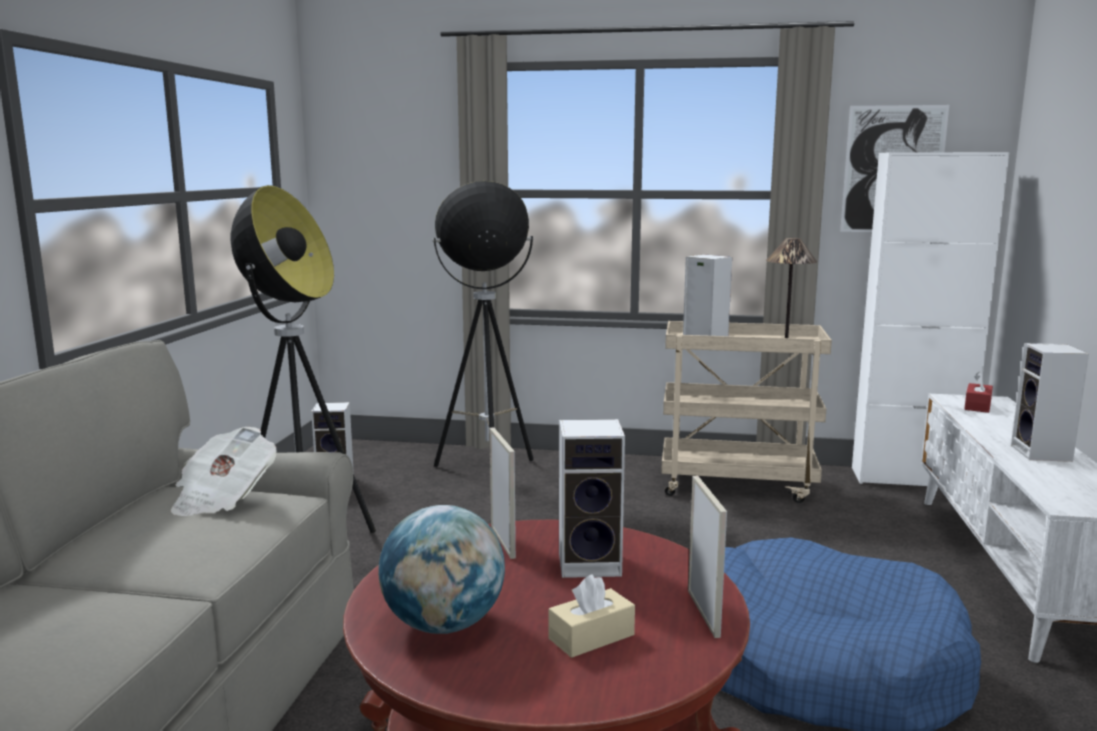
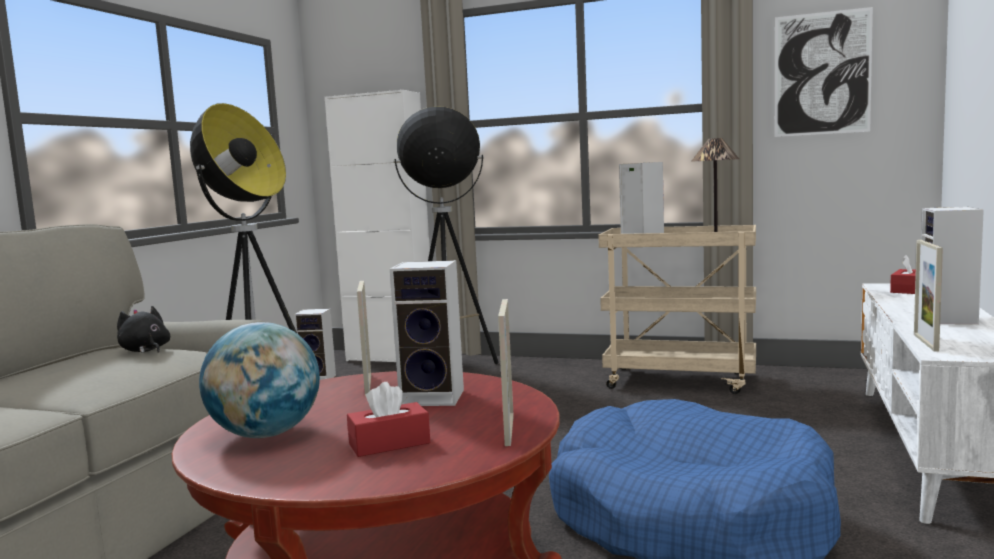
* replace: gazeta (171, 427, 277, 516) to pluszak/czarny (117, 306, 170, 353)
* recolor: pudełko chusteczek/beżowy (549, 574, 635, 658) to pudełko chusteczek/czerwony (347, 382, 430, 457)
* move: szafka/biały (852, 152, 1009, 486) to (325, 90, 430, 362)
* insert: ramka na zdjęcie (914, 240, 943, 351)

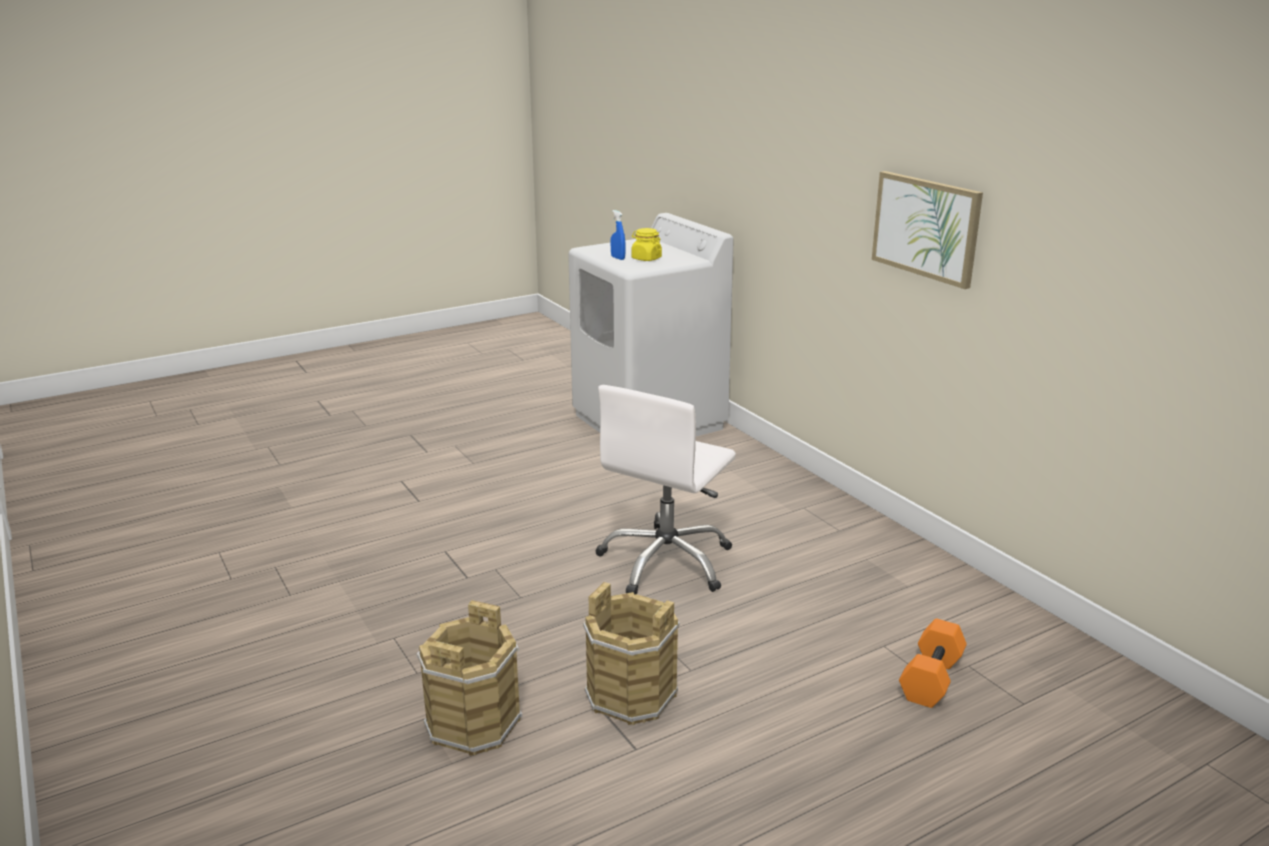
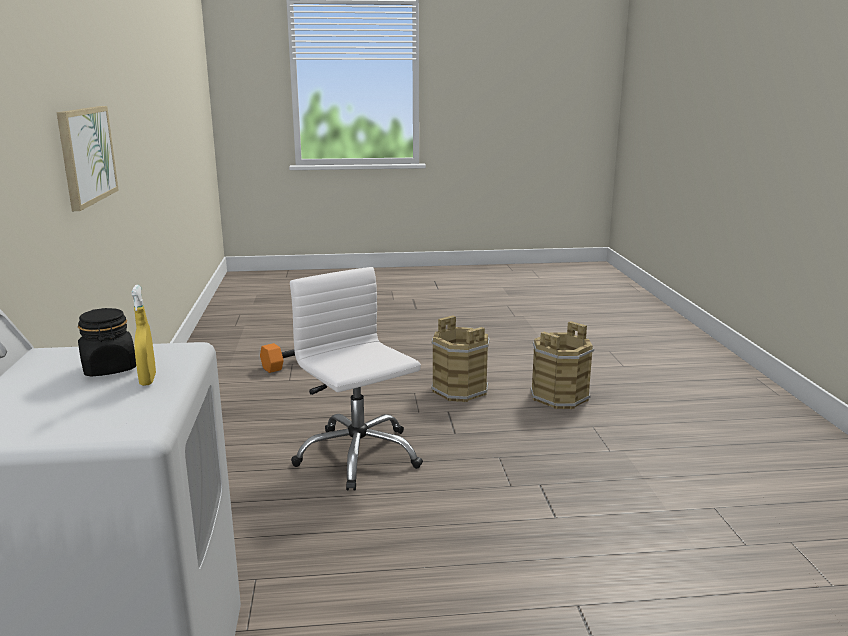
* rotate: krzesło biurowe/biały (595, 385, 736, 594) = (290, 267, 423, 491) 90 degrees counterclockwise
* recolor: spryskiwacz/niebieski (610, 210, 626, 260) to spryskiwacz/żółty (131, 285, 156, 386)
* recolor: słoik/żółty (631, 228, 662, 261) to słoik/czarny (78, 308, 136, 377)

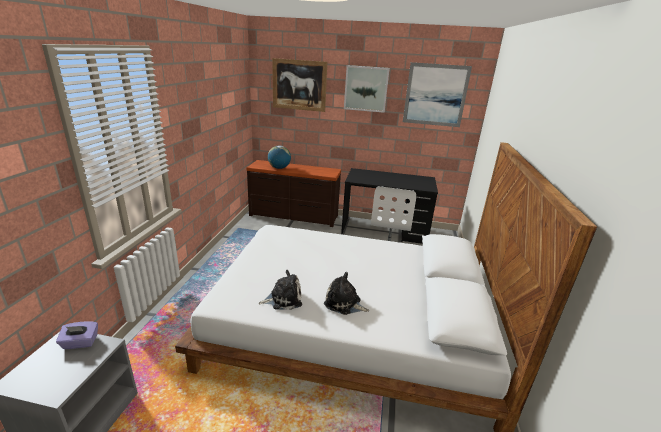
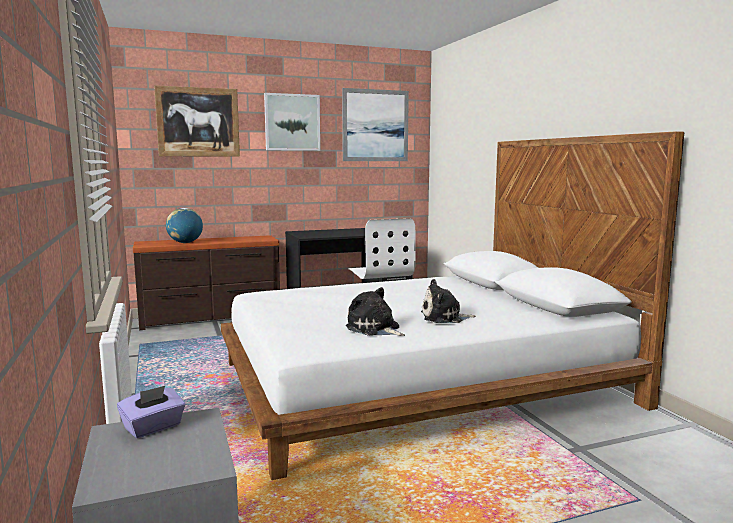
* rotate: pluszak (258, 270, 302, 310) = (346, 287, 405, 336) 90 degrees counterclockwise

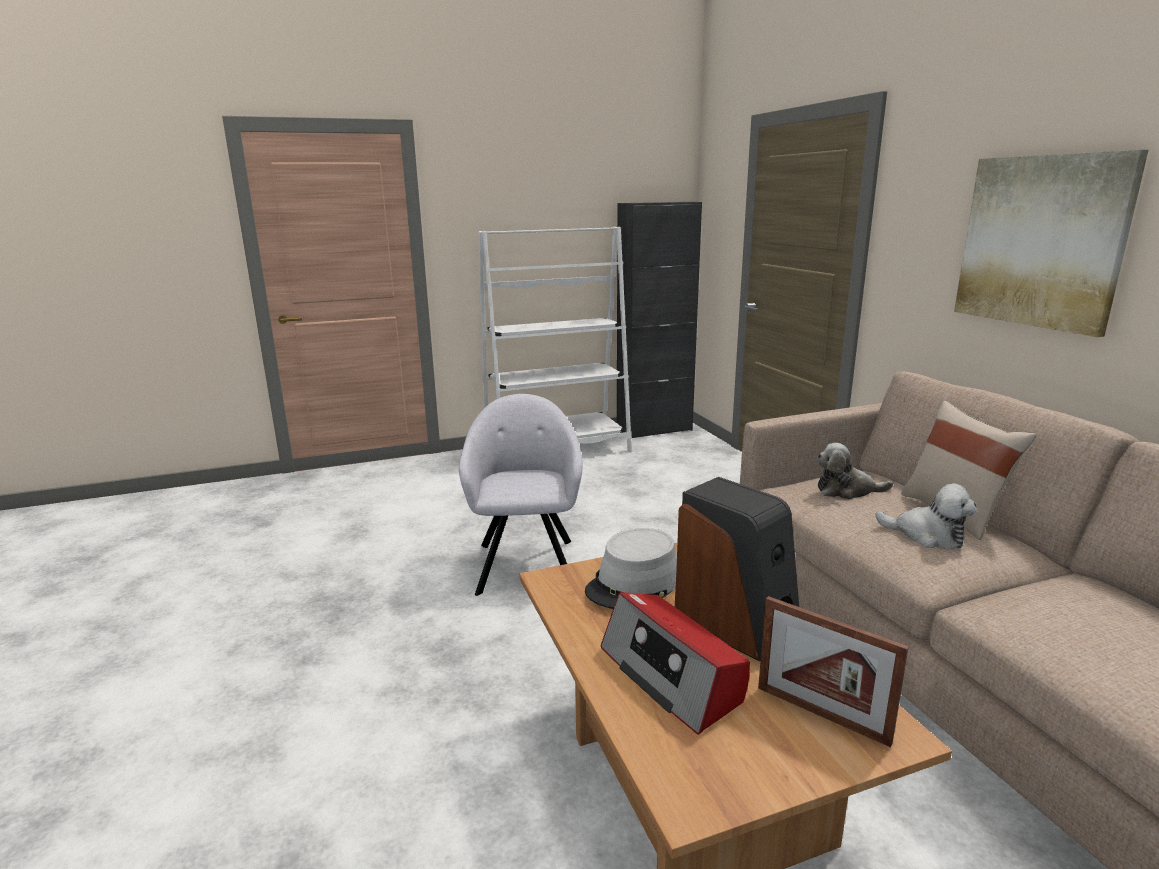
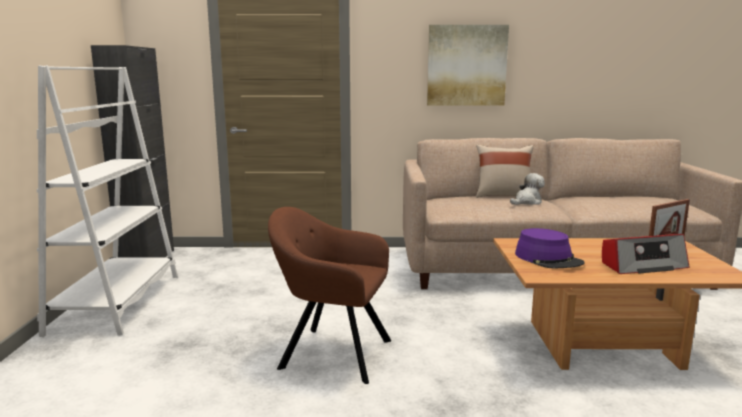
* recolor: fotel/szary (459, 394, 583, 596) to fotel/brązowy (268, 207, 391, 384)
* recolor: kapelusz/szary (585, 528, 677, 609) to kapelusz/fioletowy (515, 228, 585, 268)
* delete: głośnik (675, 477, 799, 661)
* delete: pluszak (816, 443, 893, 499)

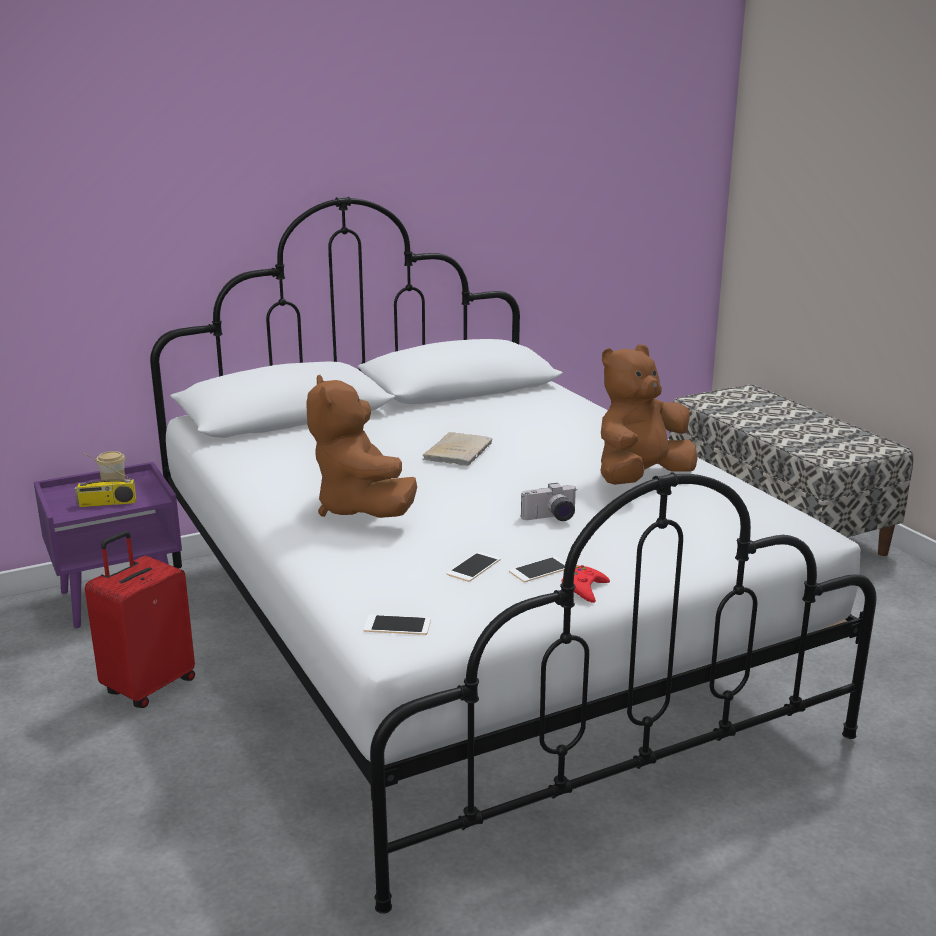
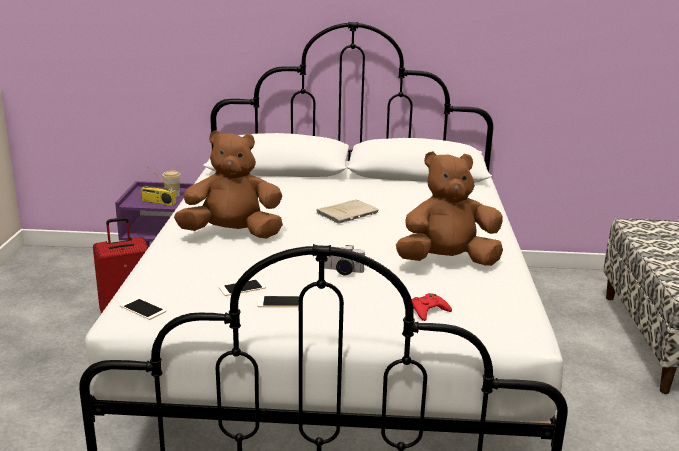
* rotate: pluszak/brązowy (307, 375, 417, 518) = (174, 130, 283, 238) 75 degrees clockwise
* move: pad do gier/czerwony (562, 565, 610, 603) to (412, 293, 452, 321)

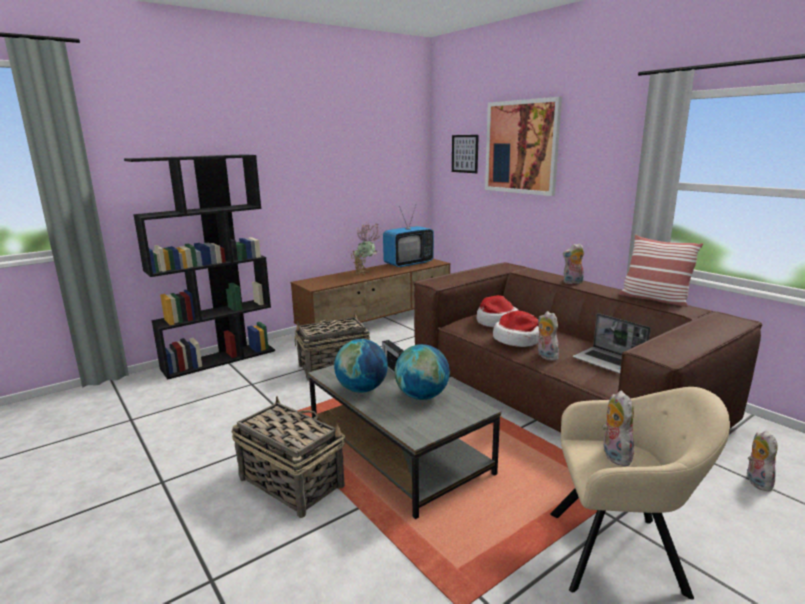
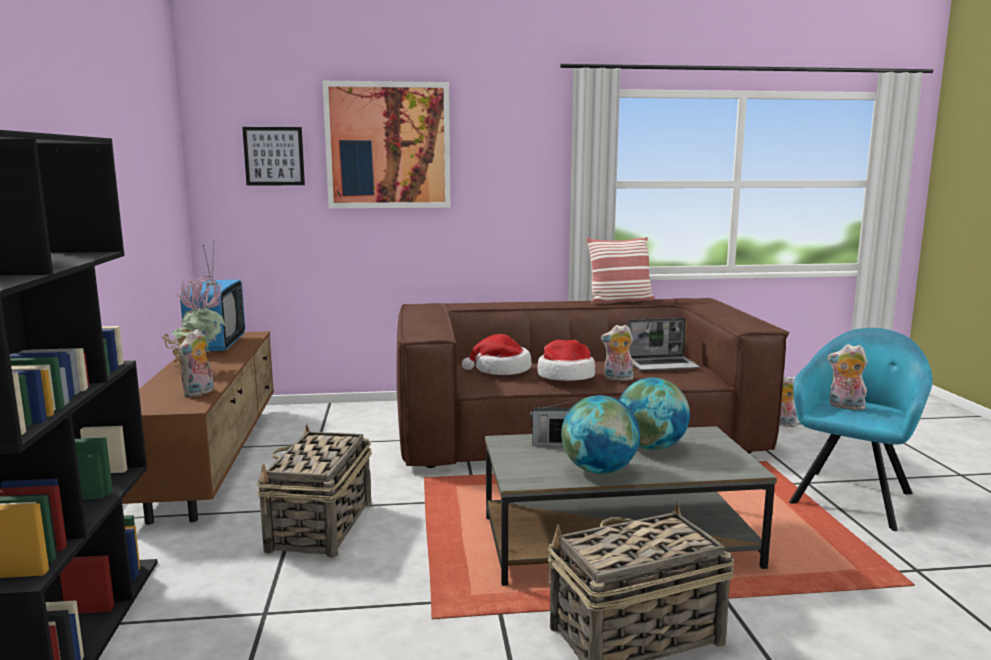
* recolor: fotel/beżowy (550, 387, 730, 600) to fotel/turkusowy (789, 328, 933, 531)
* move: pluszak (563, 243, 584, 284) to (178, 329, 214, 397)

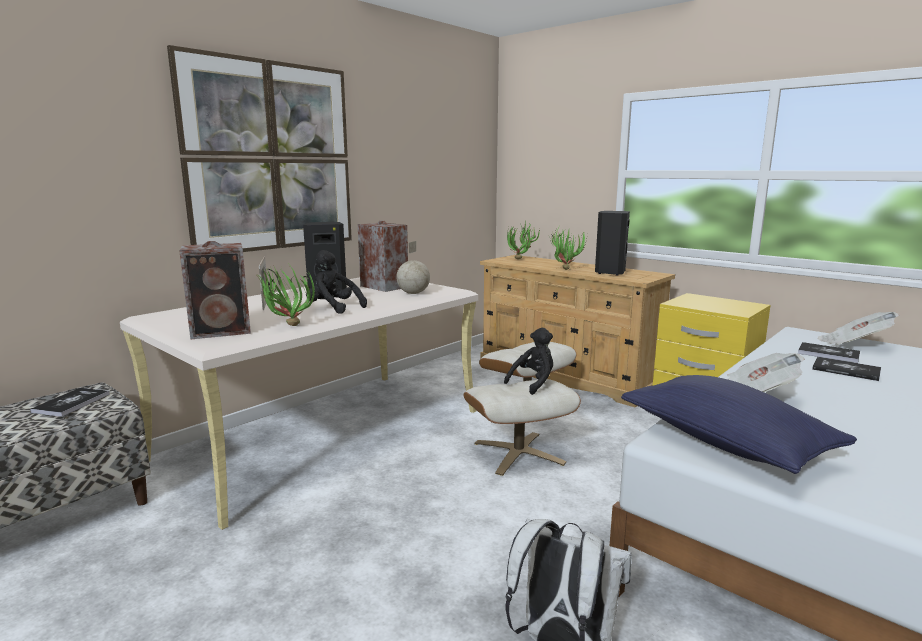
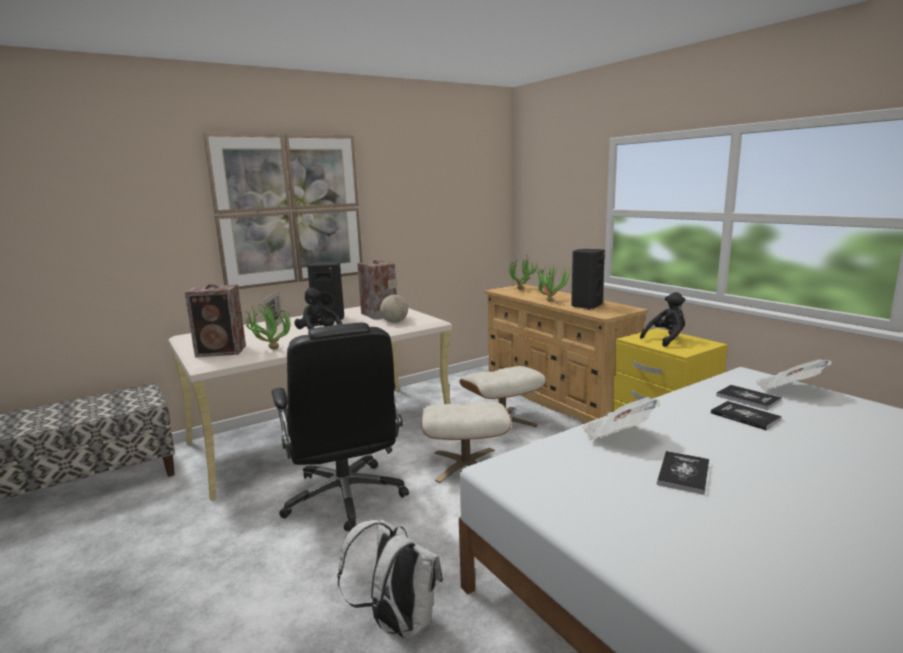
* move: książka (30, 388, 110, 417) to (657, 451, 709, 495)
* move: pluszak/czarny (504, 328, 553, 395) to (640, 292, 686, 347)
* delete: poduszka/niebieski (621, 375, 857, 474)
* insert: krzesło biurowe/czarny (271, 323, 409, 531)

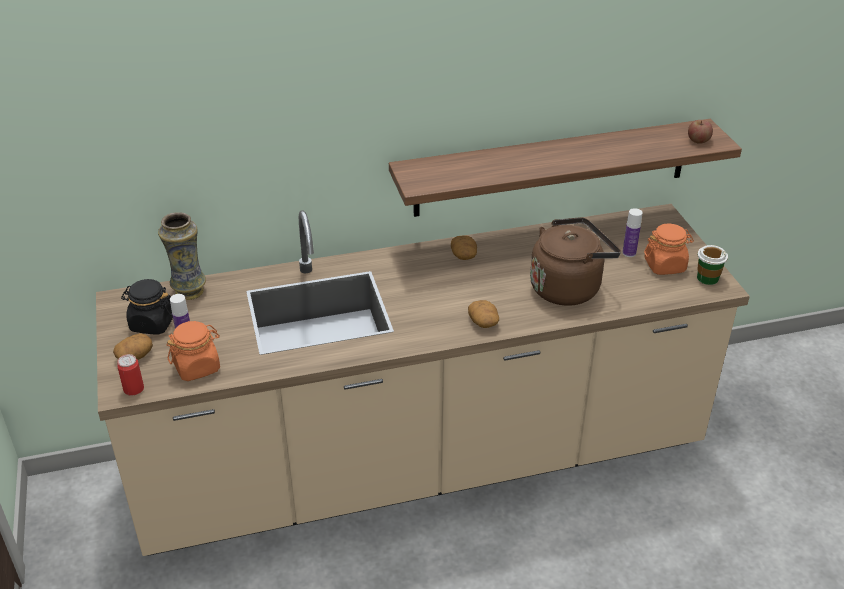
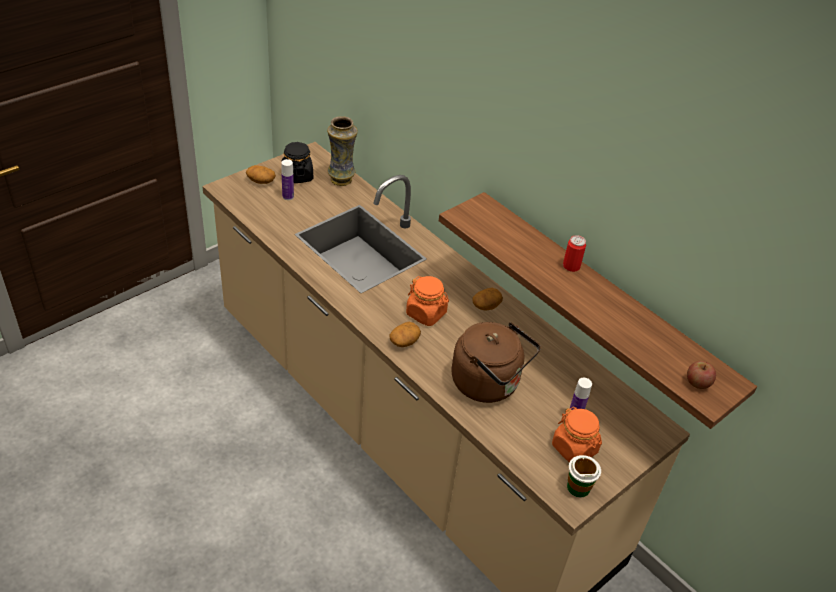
* move: puszka (117, 354, 144, 396) to (563, 235, 586, 272)
* move: słoik/pomarańczowy (167, 321, 220, 381) to (406, 276, 449, 326)

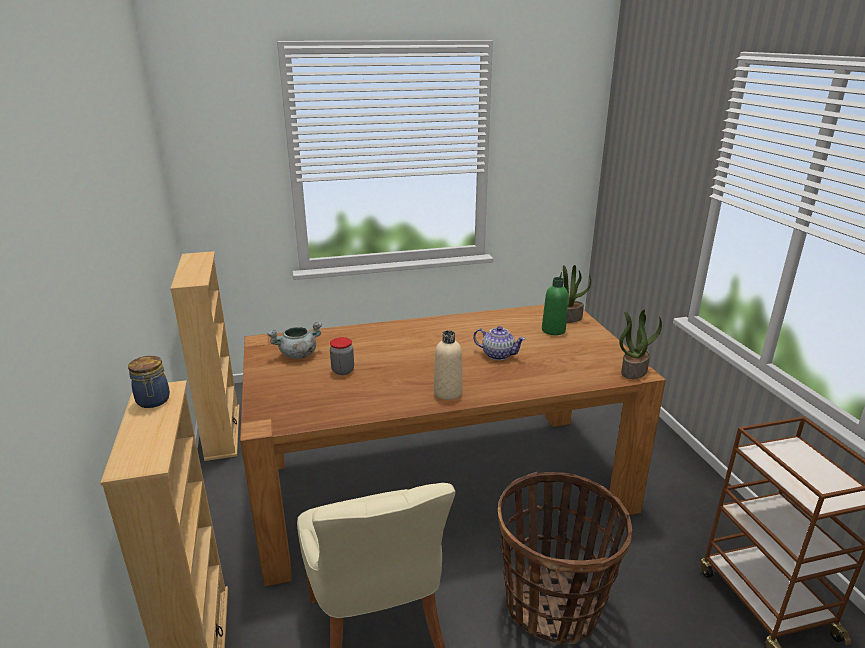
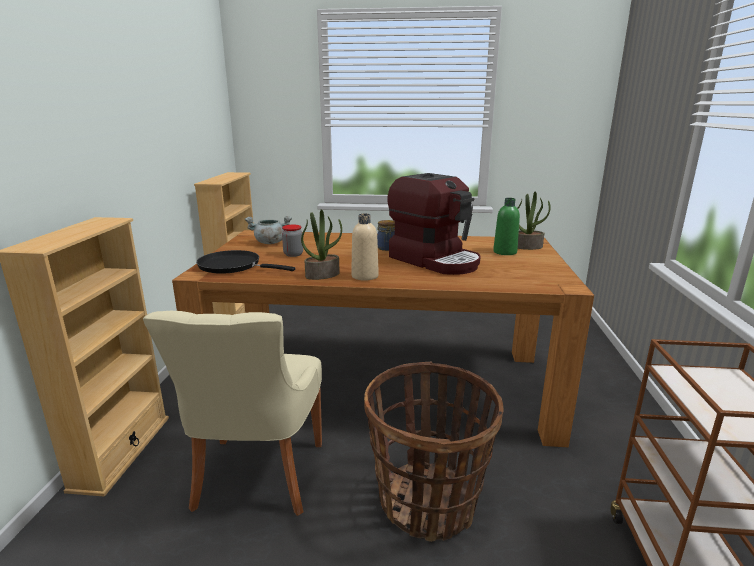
* move: słoik (128, 356, 170, 408) to (377, 220, 395, 251)
* replace: imbryk (473, 326, 526, 360) to ekspres do kawy (387, 173, 481, 275)
* move: roślina doniczkowa (619, 310, 662, 379) to (301, 210, 342, 280)
* insert: patelnia/czarny (196, 250, 295, 274)

